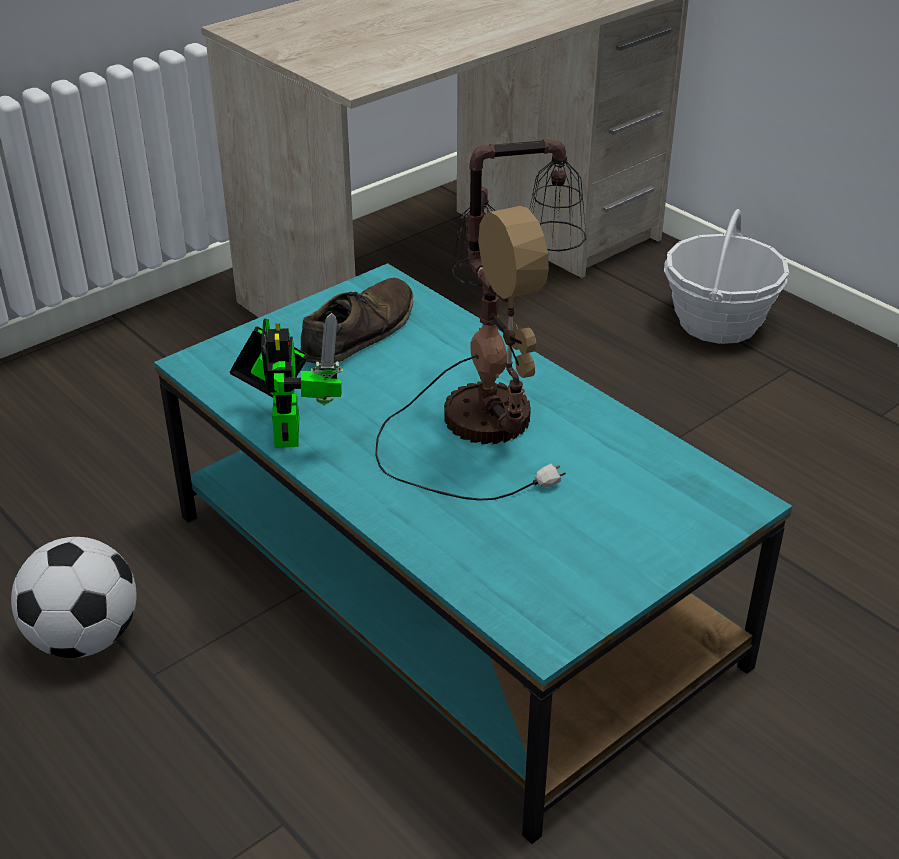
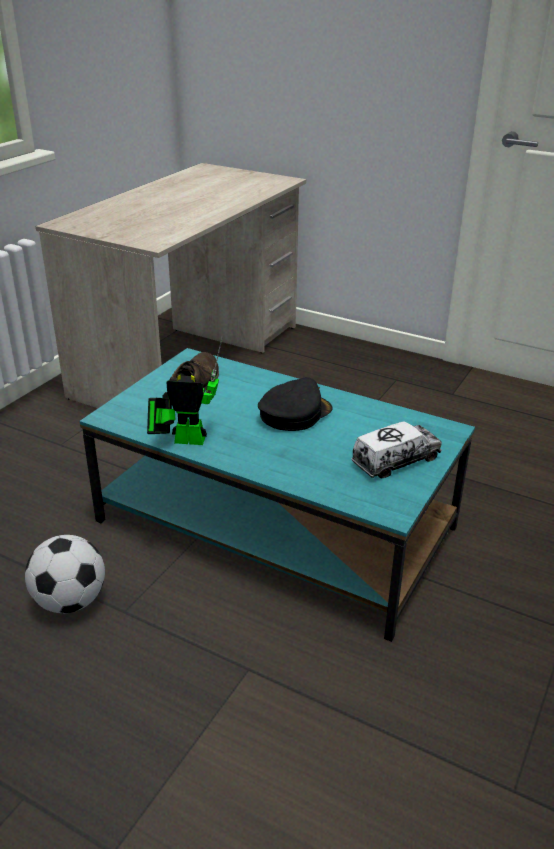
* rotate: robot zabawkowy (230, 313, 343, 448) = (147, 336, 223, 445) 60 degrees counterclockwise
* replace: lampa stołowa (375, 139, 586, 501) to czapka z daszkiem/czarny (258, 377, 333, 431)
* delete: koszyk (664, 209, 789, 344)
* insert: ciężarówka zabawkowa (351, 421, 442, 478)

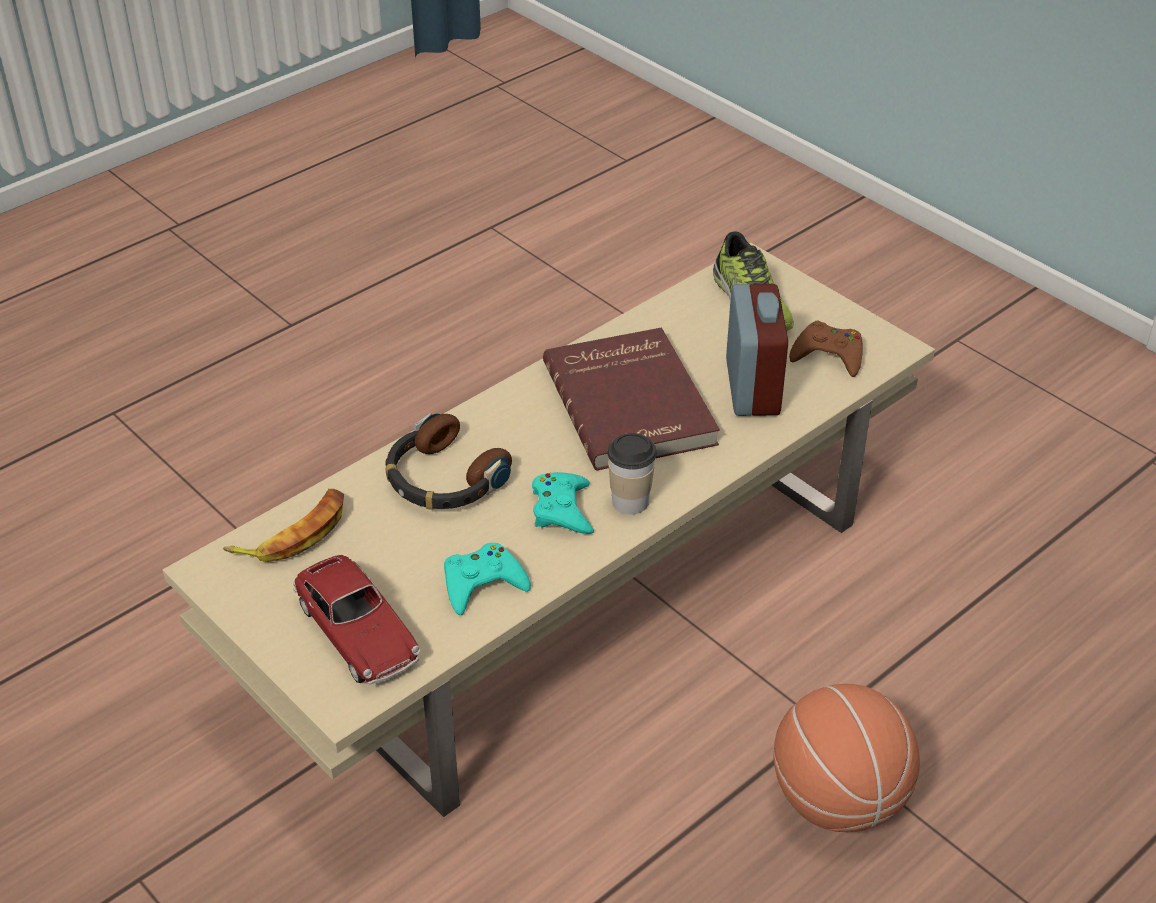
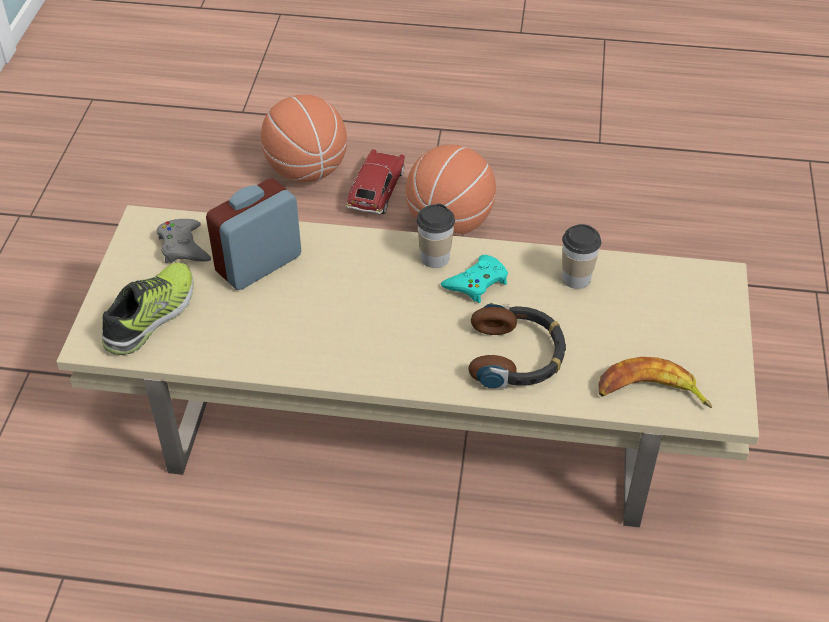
* move: samochodzik (293, 555, 420, 685) to (346, 148, 405, 214)
* replace: pad do gier/turkusowy (444, 543, 531, 615) to filiżanka (562, 224, 601, 289)
* delete: książka/czerwony (543, 327, 720, 471)
* recolor: pad do gier/brązowy (789, 321, 863, 377) to pad do gier/szary (157, 219, 211, 263)
* insert: piłka do koszykówki (261, 94, 347, 182)

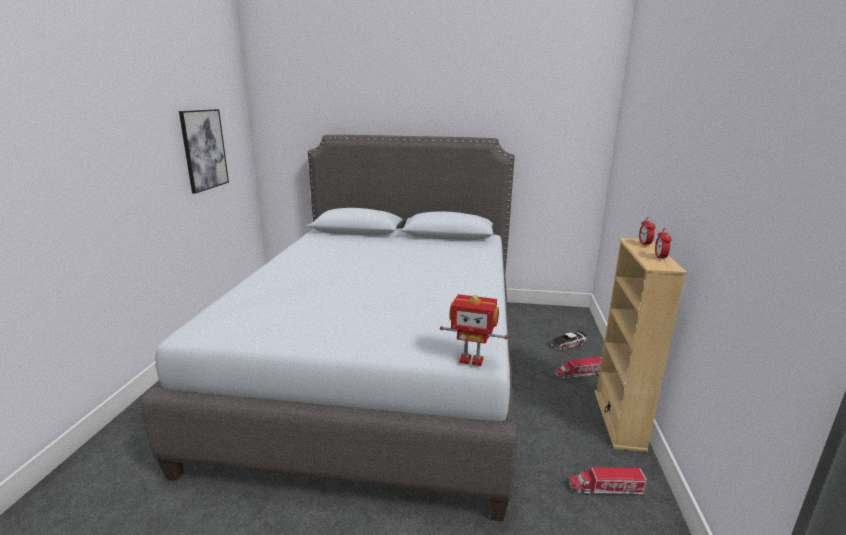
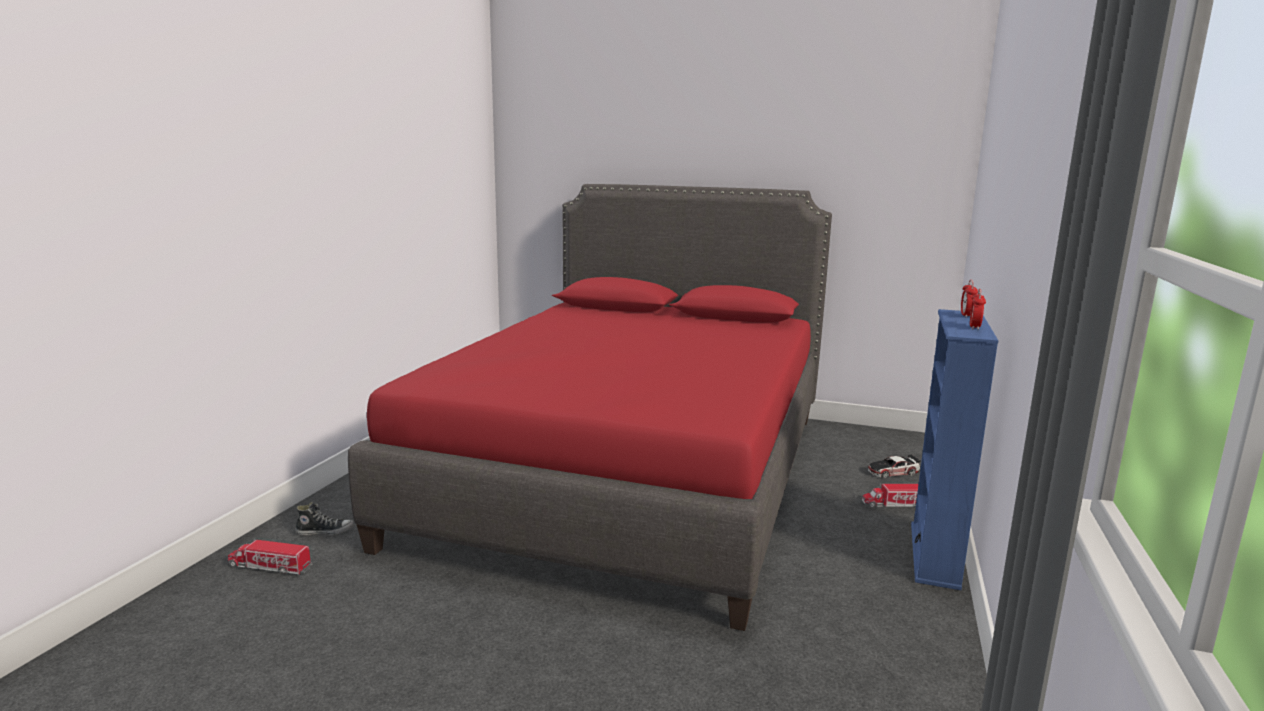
* recolor: łóżko/szary (141, 135, 518, 521) to łóżko/czerwony (348, 184, 832, 631)
* delete: obraz (179, 109, 229, 194)
* delete: robot zabawkowy (440, 294, 508, 366)
* move: ciężarówka zabawkowa (569, 466, 647, 495) to (228, 539, 312, 574)
* recolor: regał/beżowy (594, 238, 687, 452) to regał/niebieski (911, 309, 999, 590)
* insert: but (295, 502, 354, 535)

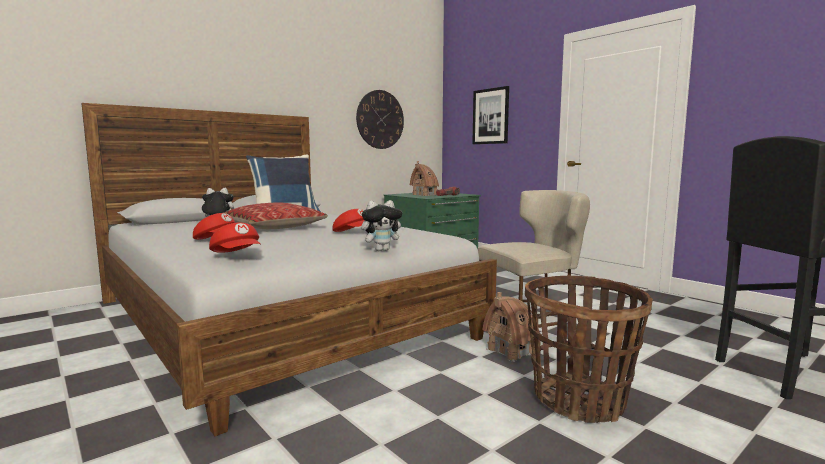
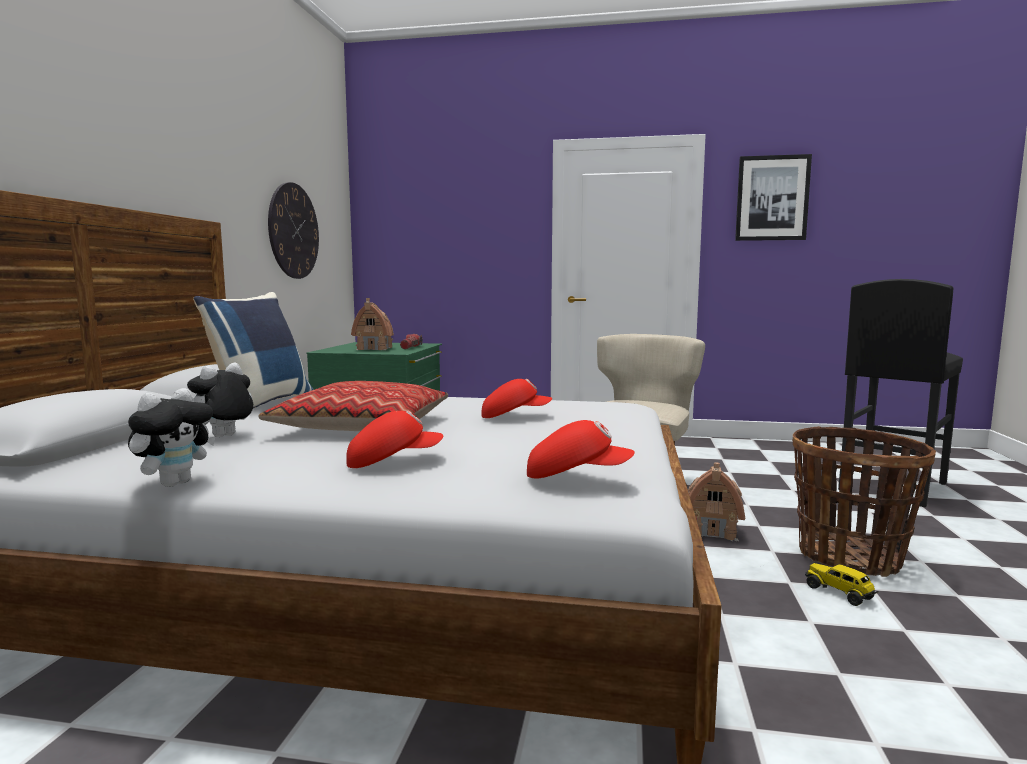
* move: pluszak (361, 200, 406, 251) to (128, 388, 216, 487)
* move: obraz (472, 86, 509, 144) to (735, 154, 812, 241)
* insert: ciężarówka zabawkowa (805, 563, 879, 606)

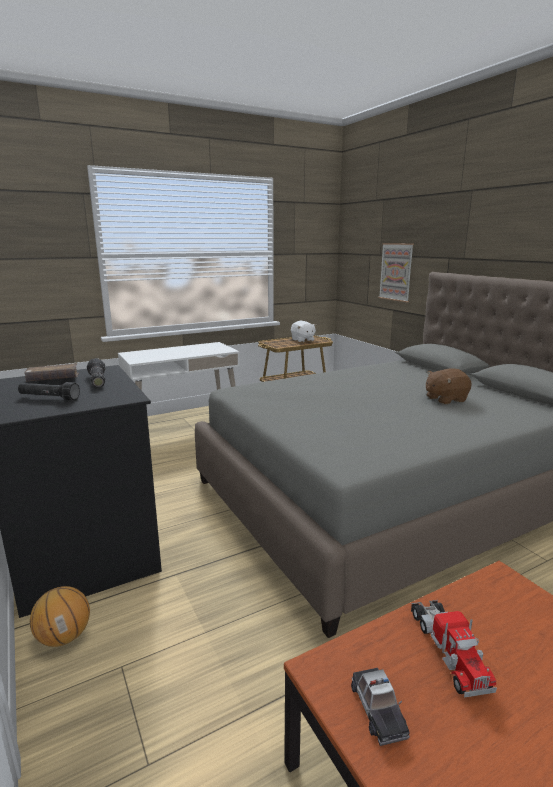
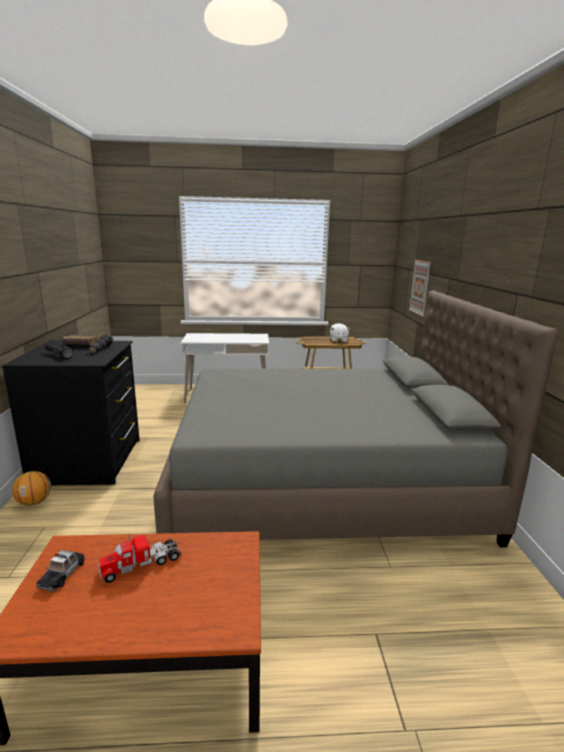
* rotate: ciężarówka zabawkowa (411, 600, 497, 698) = (98, 534, 181, 583) 45 degrees clockwise
* delete: pluszak/brązowy (426, 368, 472, 404)

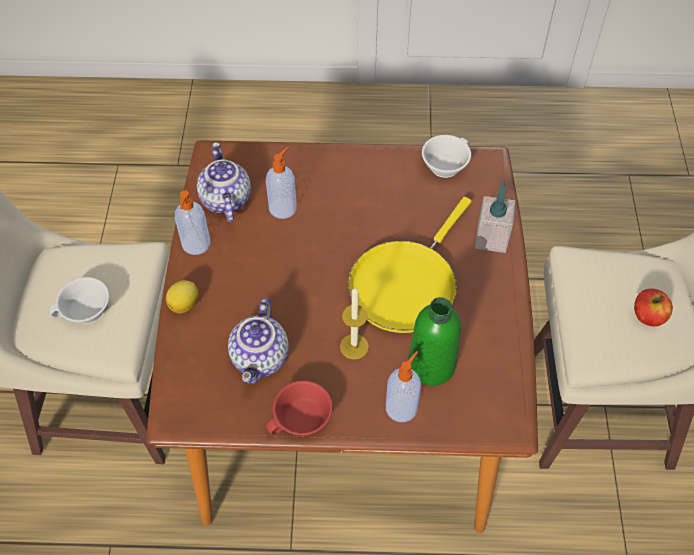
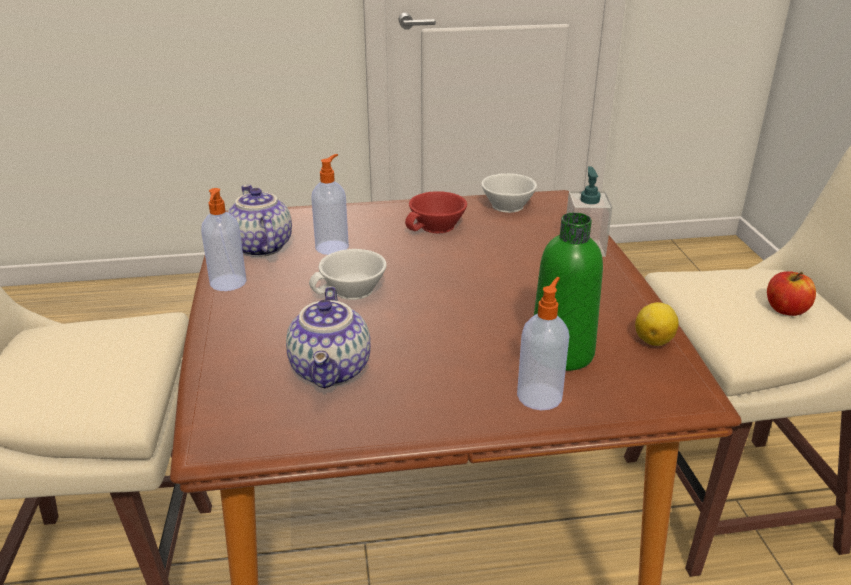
* move: filiżanka/biały (49, 277, 109, 324) to (309, 249, 387, 300)
* move: cytryna (166, 280, 198, 313) to (635, 302, 679, 346)
* move: filiżanka/czerwony (266, 381, 333, 436) to (405, 191, 467, 233)
* delete: świeca (340, 287, 369, 359)
* delete: patelnia/żółty (348, 197, 471, 333)

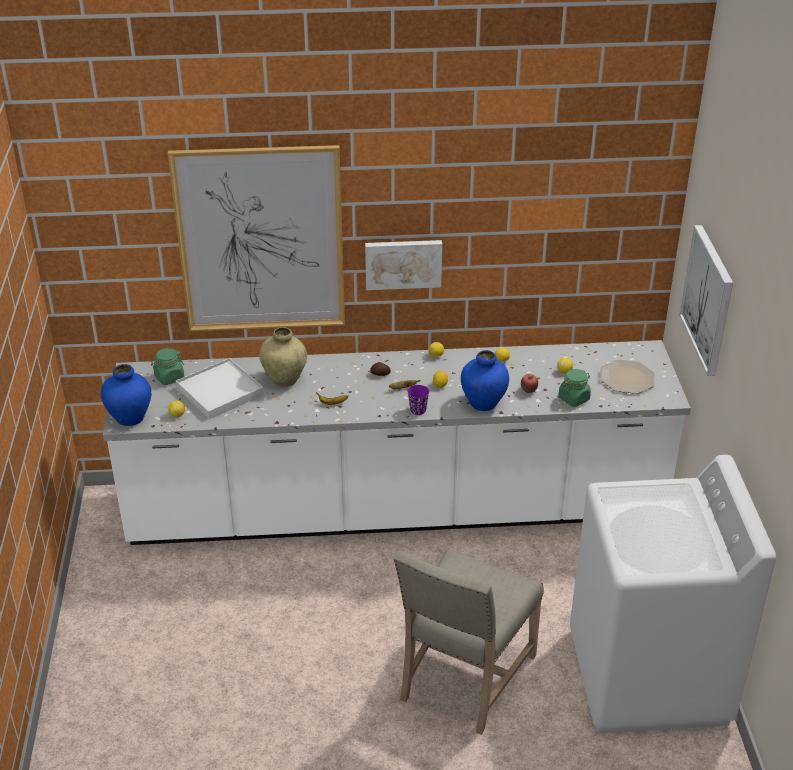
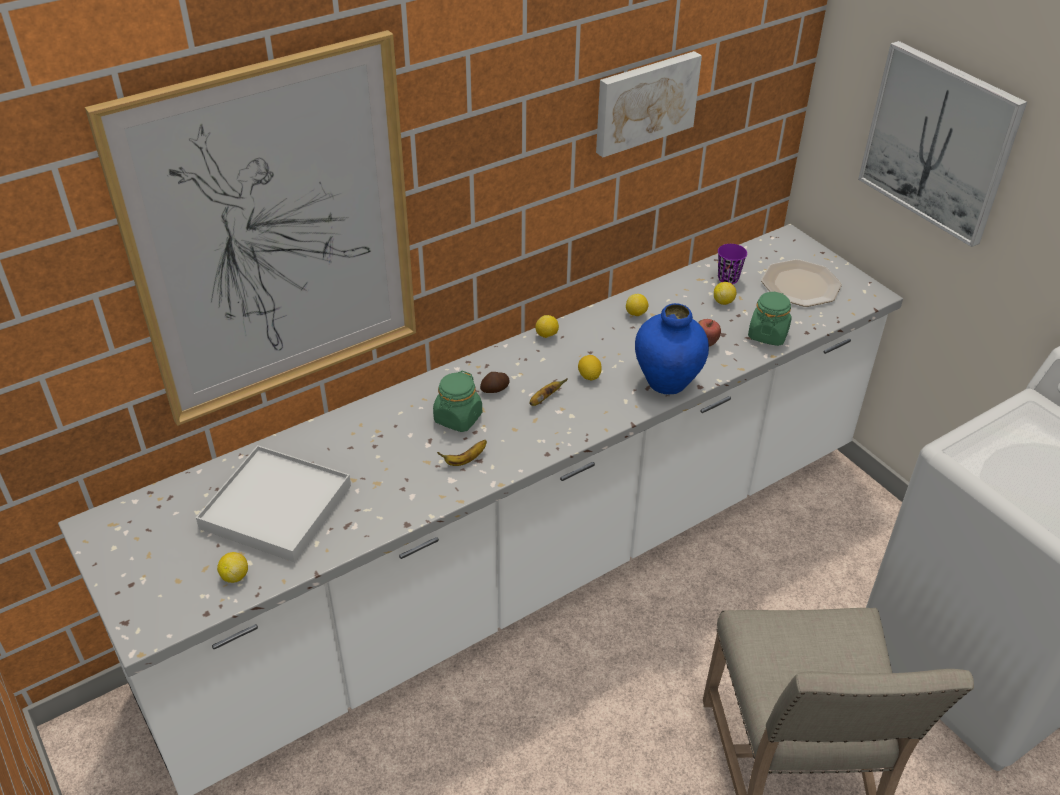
* delete: wazon/niebieski (101, 364, 151, 426)
* move: słoik/zielony (151, 348, 184, 385) to (433, 371, 482, 432)
* delete: wazon/beżowy (259, 327, 307, 387)
* move: obraz (365, 240, 442, 290) to (596, 51, 702, 157)
* move: filiżanka/fioletowy (407, 385, 429, 415) to (718, 244, 747, 284)

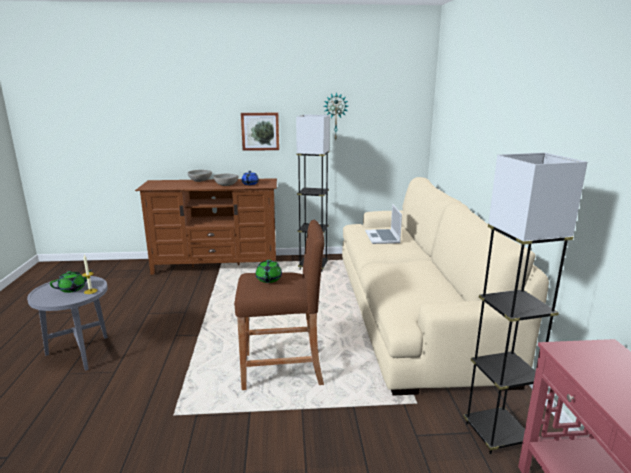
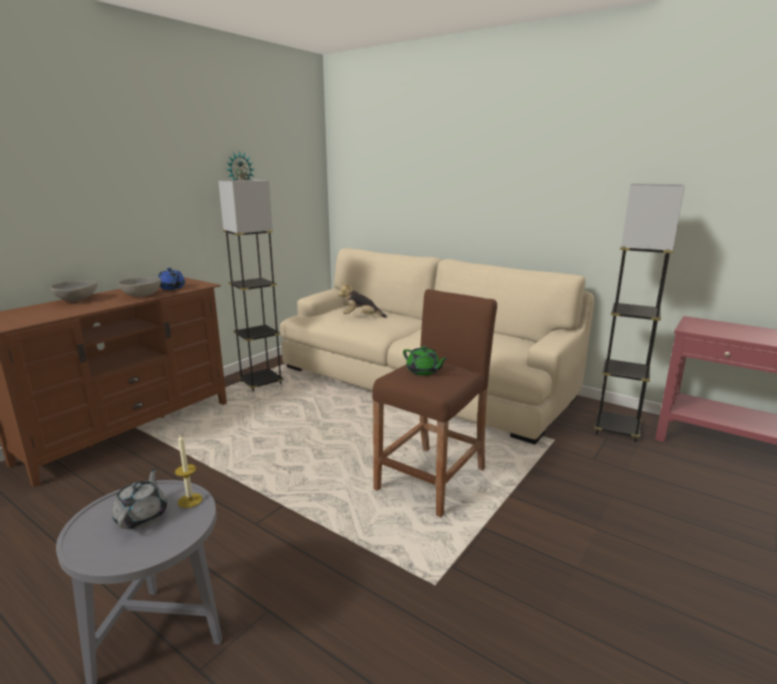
* recolor: imbryk/zielony (50, 270, 92, 293) to imbryk/szary (112, 468, 167, 529)
* delete: obraz (241, 113, 279, 151)
* replace: laptop (365, 204, 402, 244) to pluszak (338, 282, 387, 318)

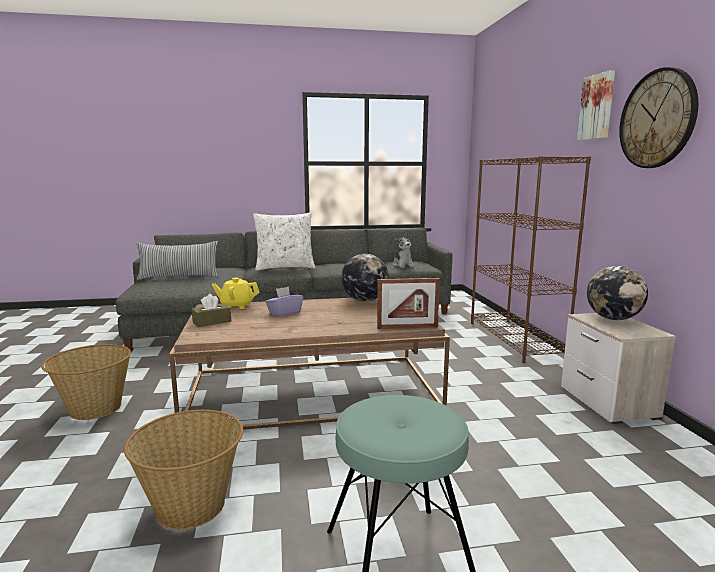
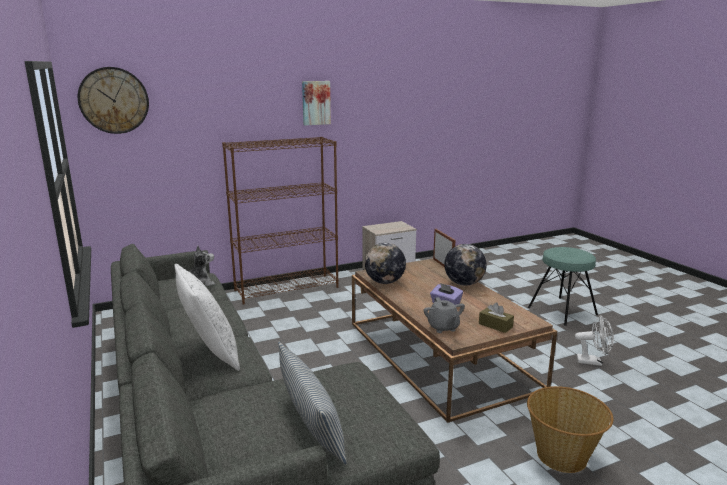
* replace: koszyk (124, 410, 243, 530) to wentylator/biały (575, 315, 614, 366)
* recolor: imbryk/żółty (212, 278, 259, 309) to imbryk/szary (424, 297, 465, 333)
* move: globus (587, 266, 648, 320) to (444, 244, 487, 286)
* move: zegar ścienny (619, 67, 698, 168) to (78, 67, 149, 134)

